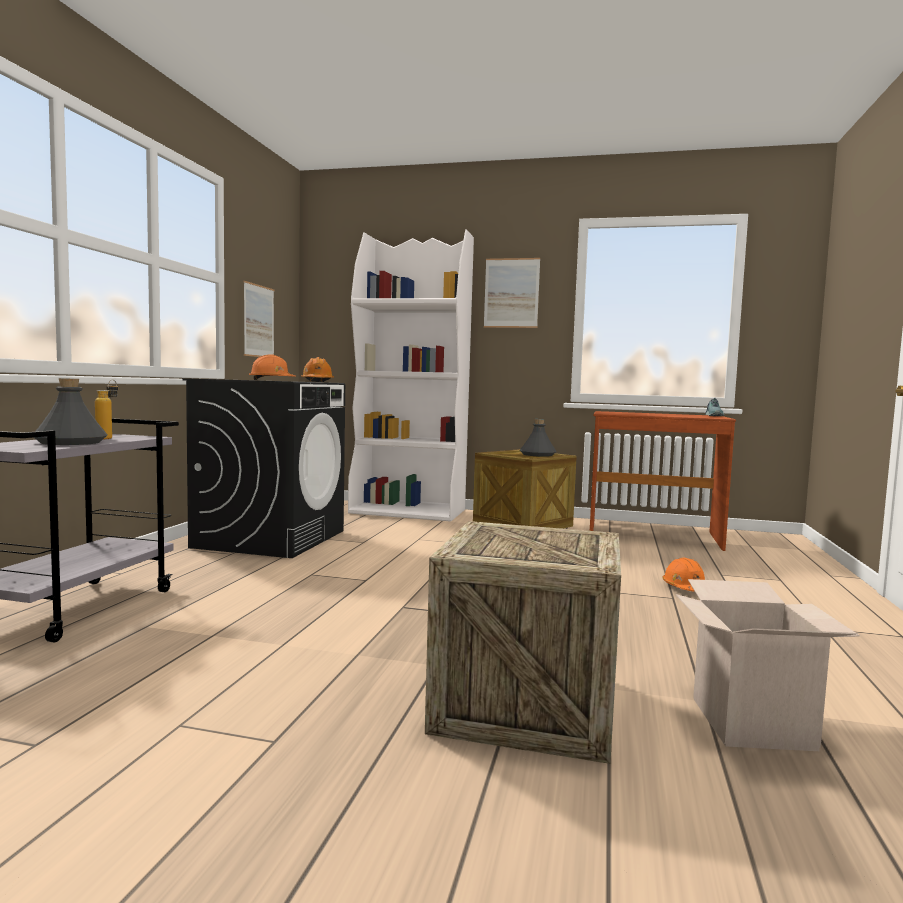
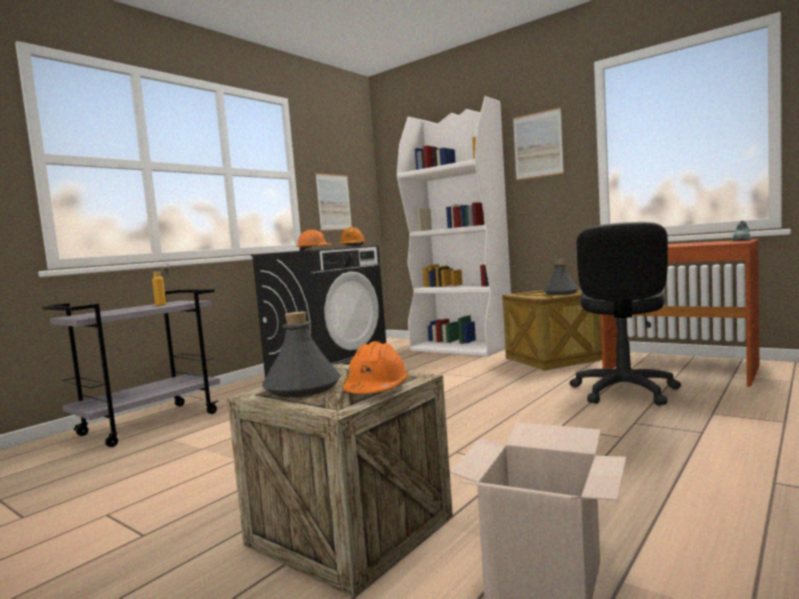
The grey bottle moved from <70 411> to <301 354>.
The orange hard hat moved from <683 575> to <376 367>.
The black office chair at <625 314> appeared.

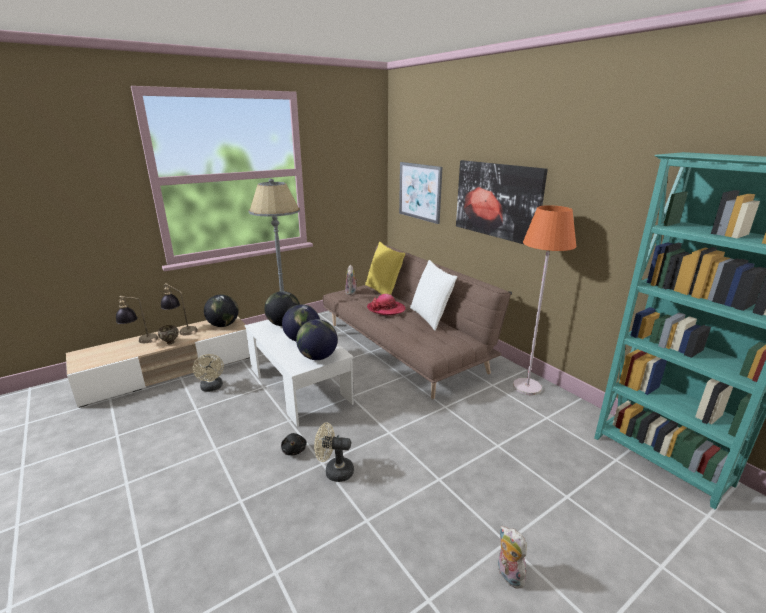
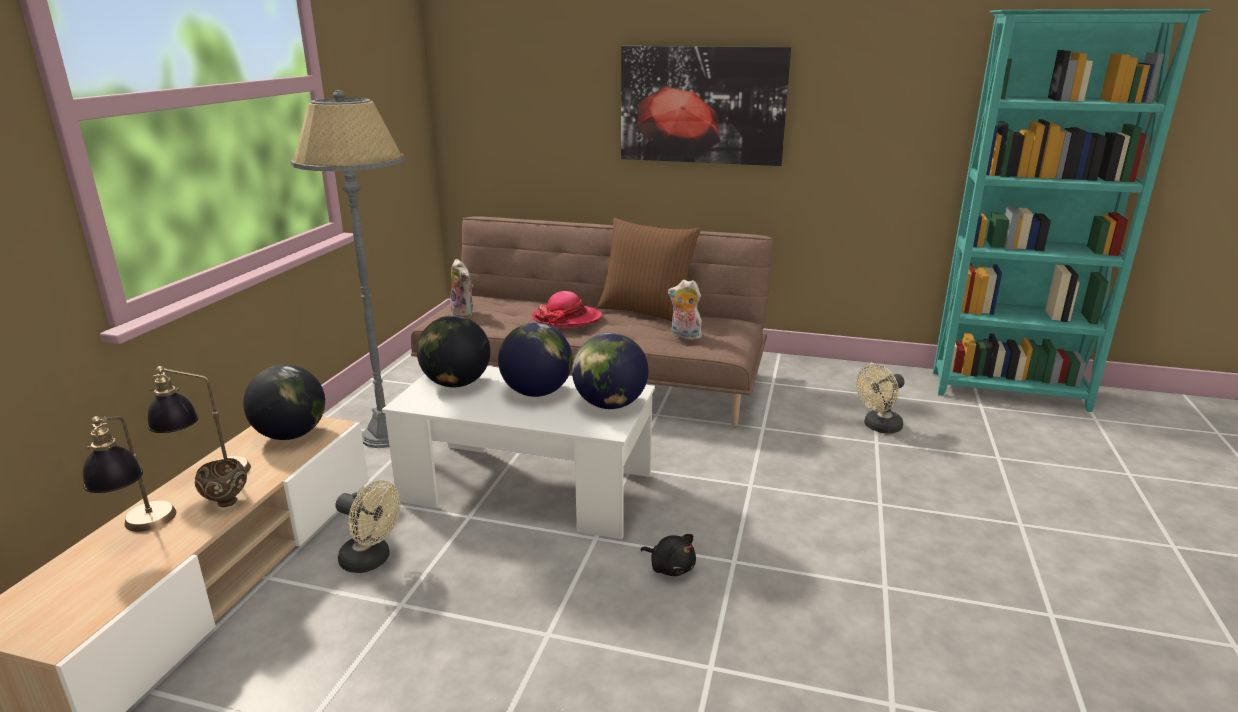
The white pillow at <434 295> became the brown pillow at <649 269>.
The plush toy moved from <512 557> to <685 310>.
The beige fan moved from <334 452> to <880 398>.
The yellow pillow at <385 268> disappeared.
The picture at <420 193> disappeared.
The orange floor lamp at <544 300> disappeared.

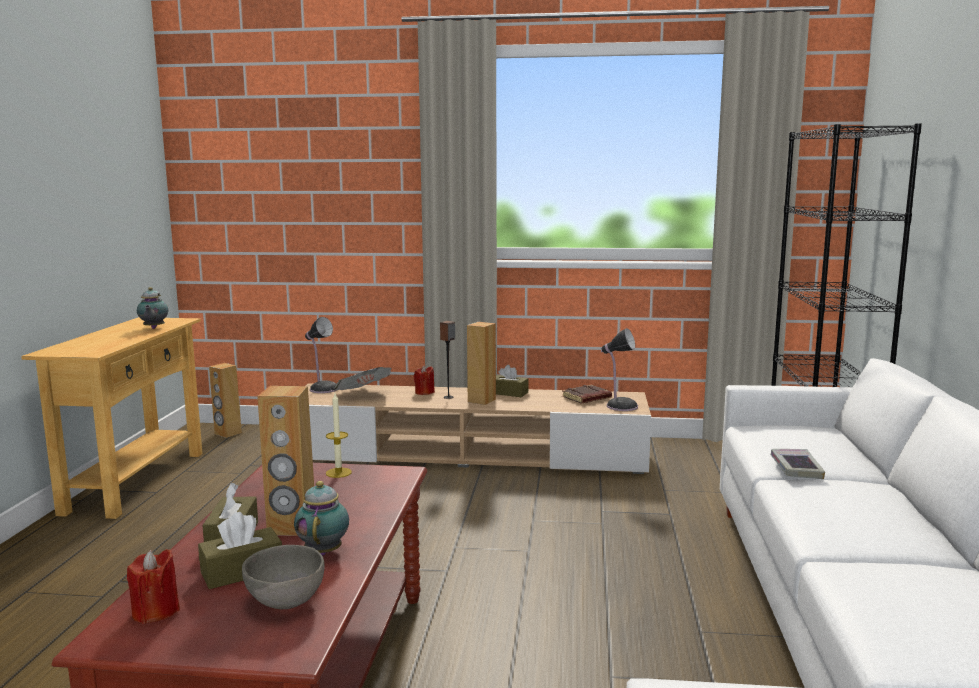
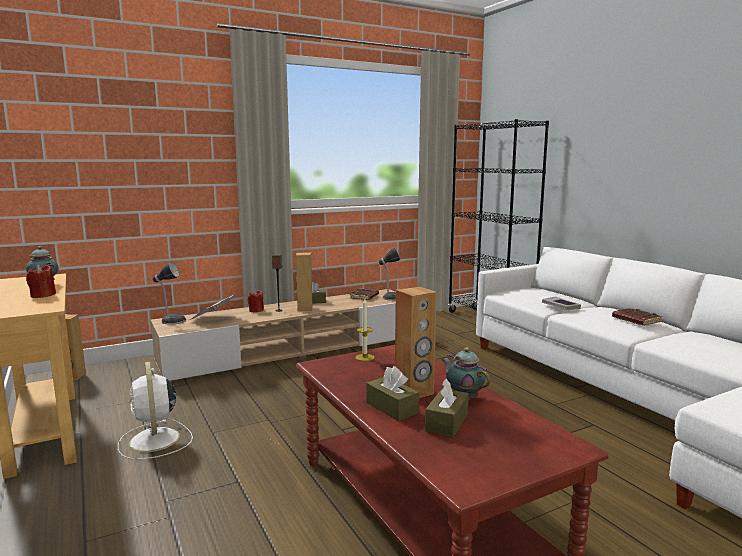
The red candle moved from <153 586> to <41 281>.
The white fan at <155 410> appeared.
The brown book at <637 317> appeared.
The grey bowl at <283 577> disappeared.

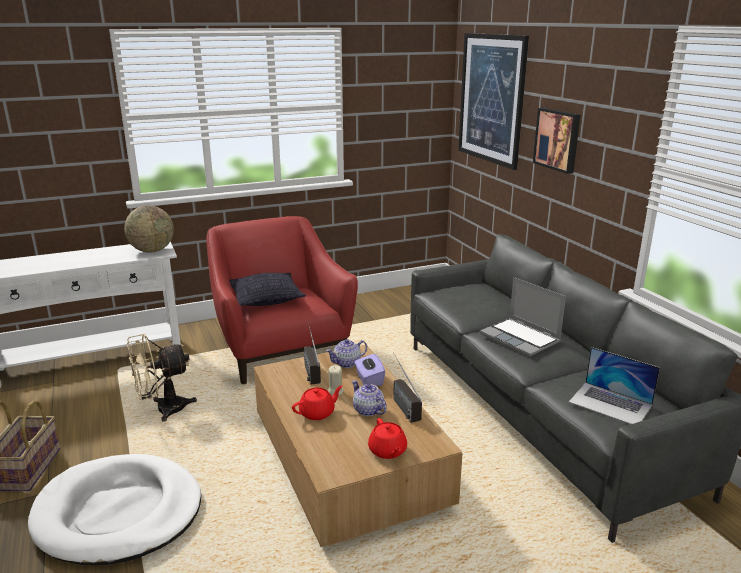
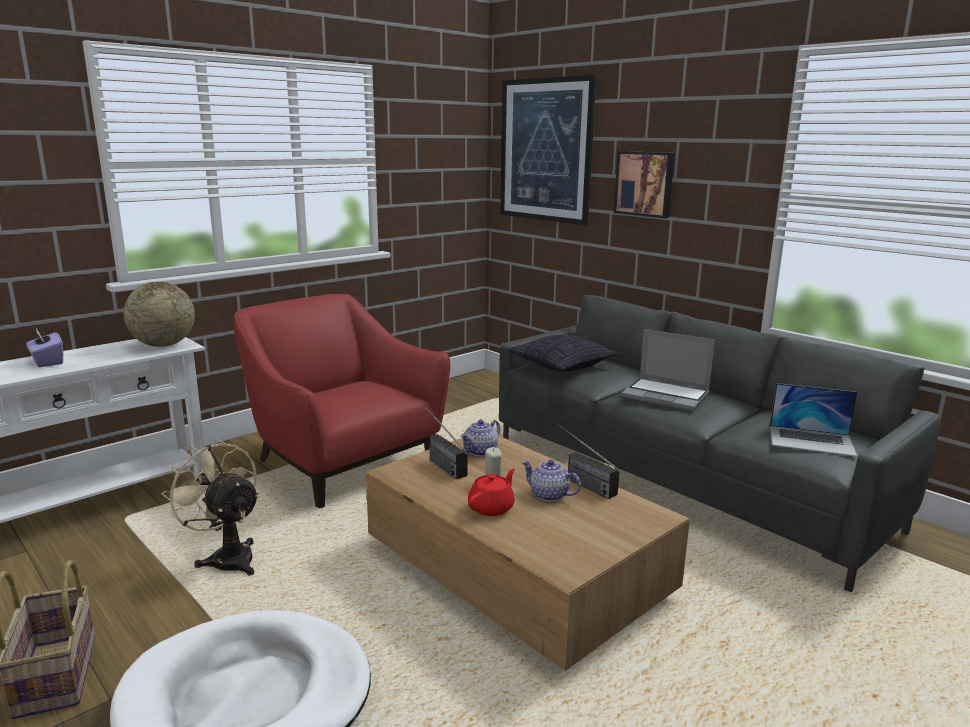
The purple tissue box moved from <369 370> to <44 347>.
The beige fan at <162 378> turned 90 degrees clockwise.
The pillow moved from <267 289> to <563 352>.
The red teapot at <387 438> disappeared.

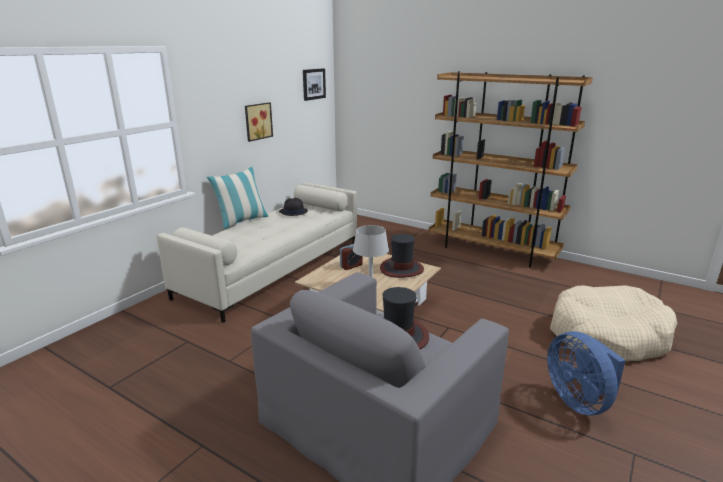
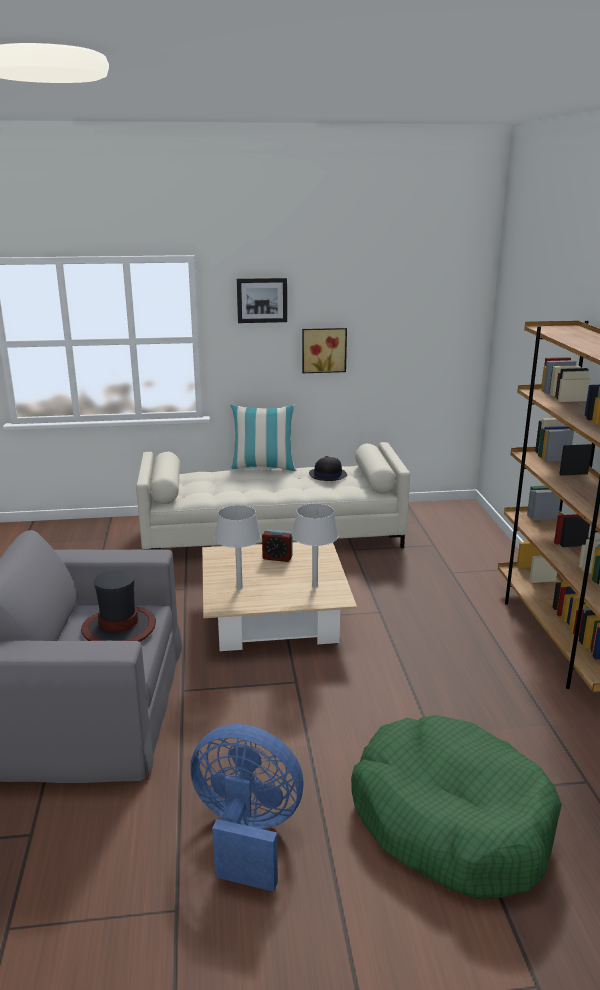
The blue fan at <586 373> turned 75 degrees clockwise.
The picture moved from <314 84> to <262 300>.
The hat at <402 256> was replaced by the grey table lamp at <315 545>.
The beige dog bed at <613 323> became the green dog bed at <456 807>.

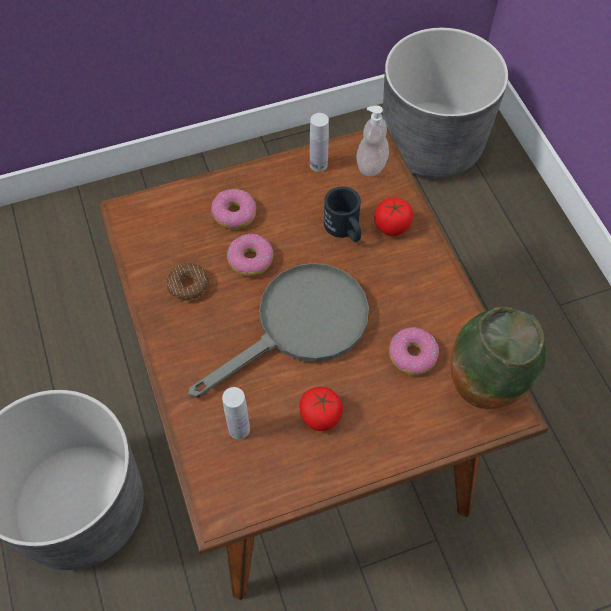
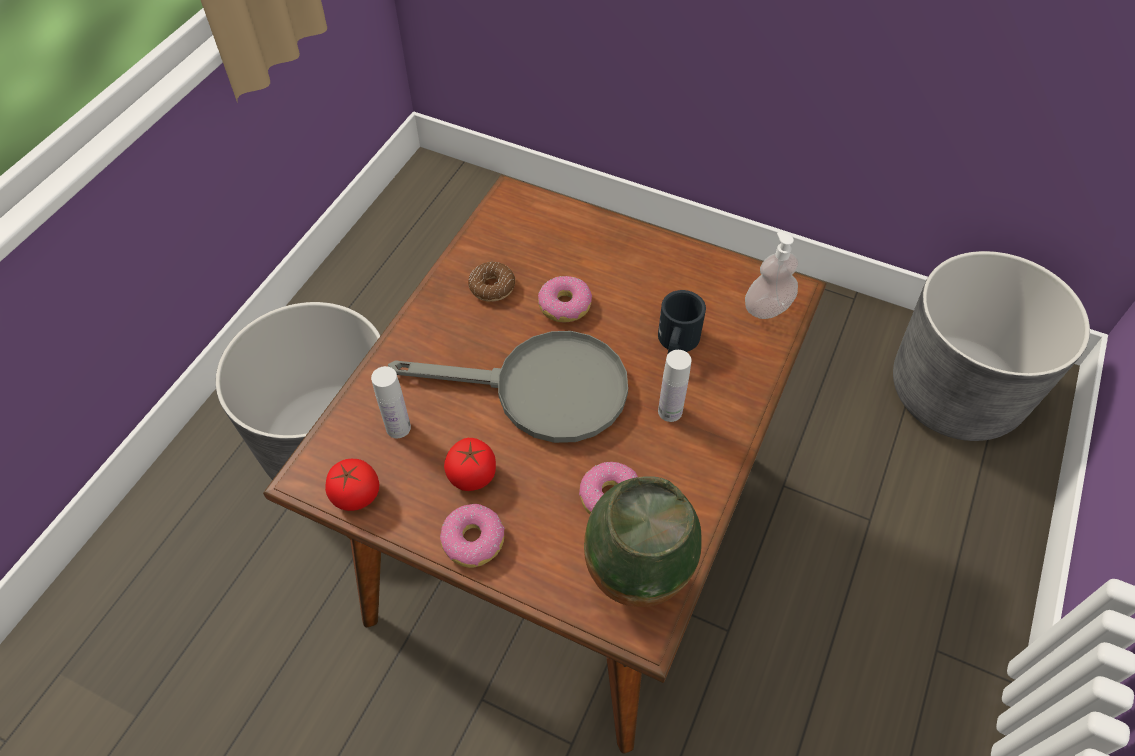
The tomato moved from <393 217> to <352 485>.
The donut moved from <233 209> to <472 536>.
The white bottle moved from <319 142> to <675 386>.

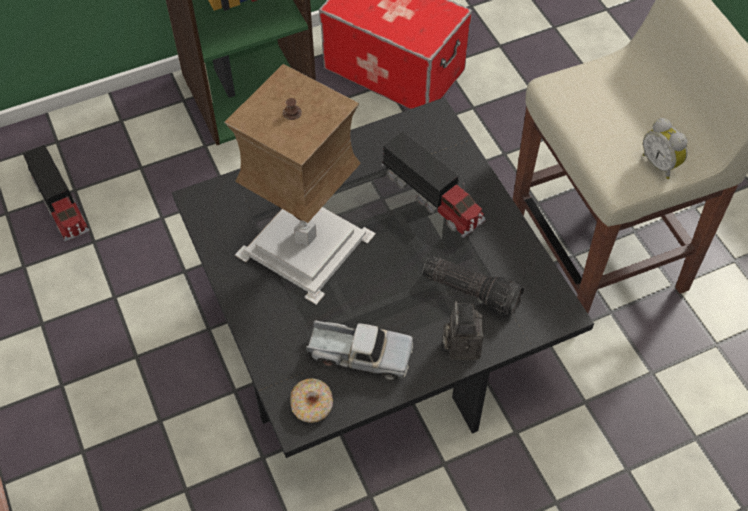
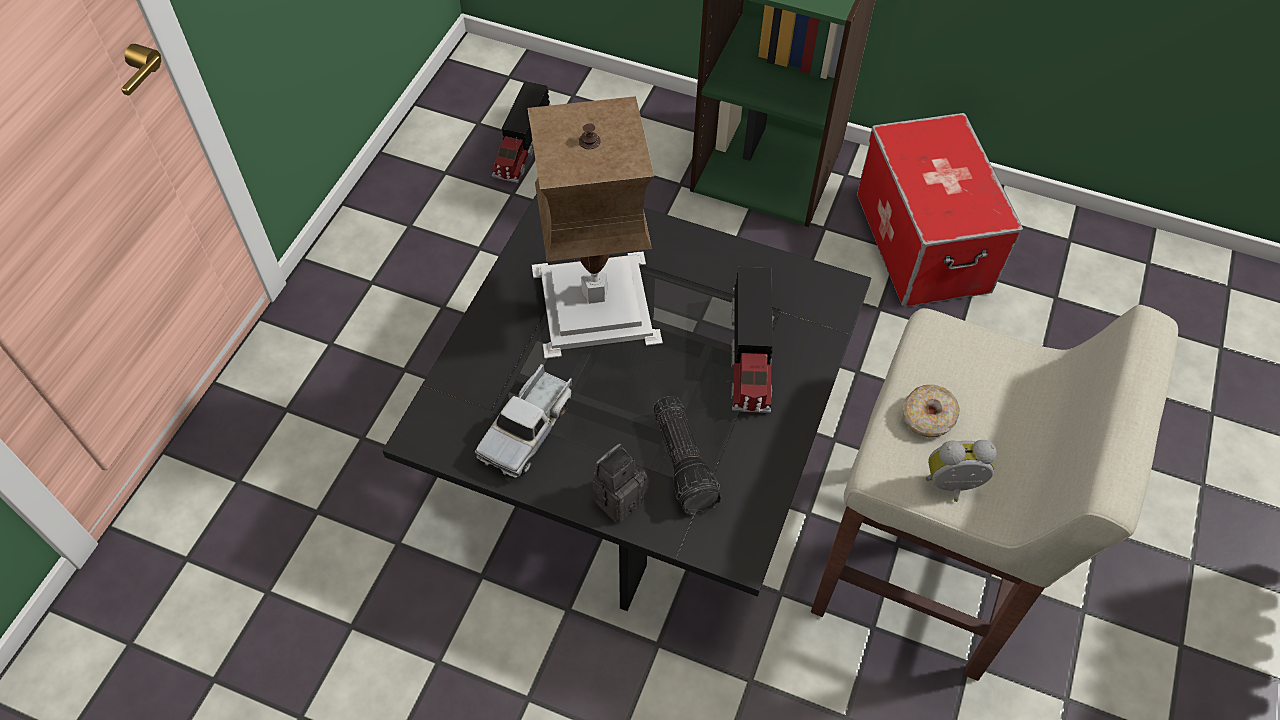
The toy truck at <359 350> turned 60 degrees clockwise.
The donut moved from <311 400> to <931 411>.
The alarm clock at <665 148> turned 75 degrees clockwise.

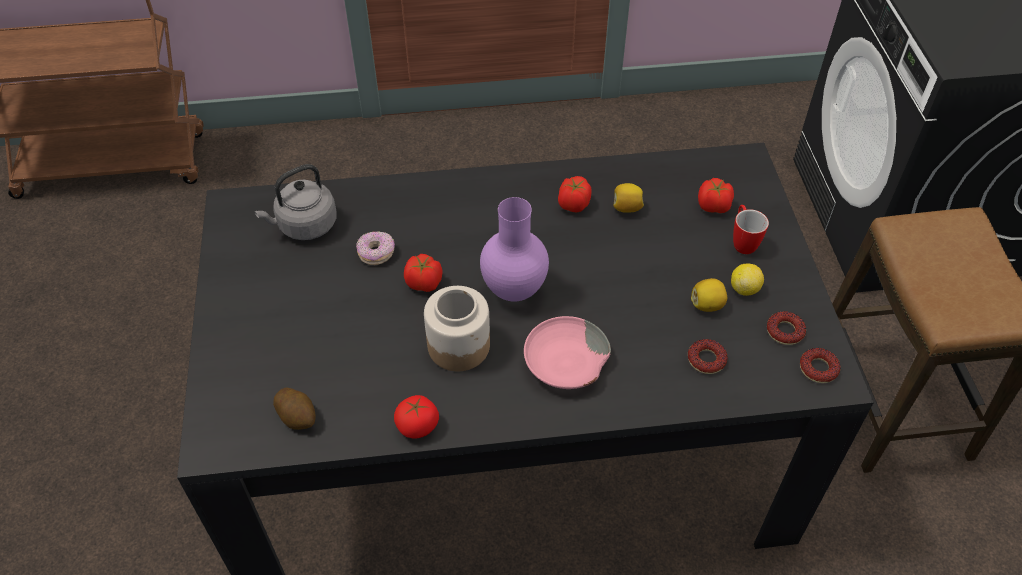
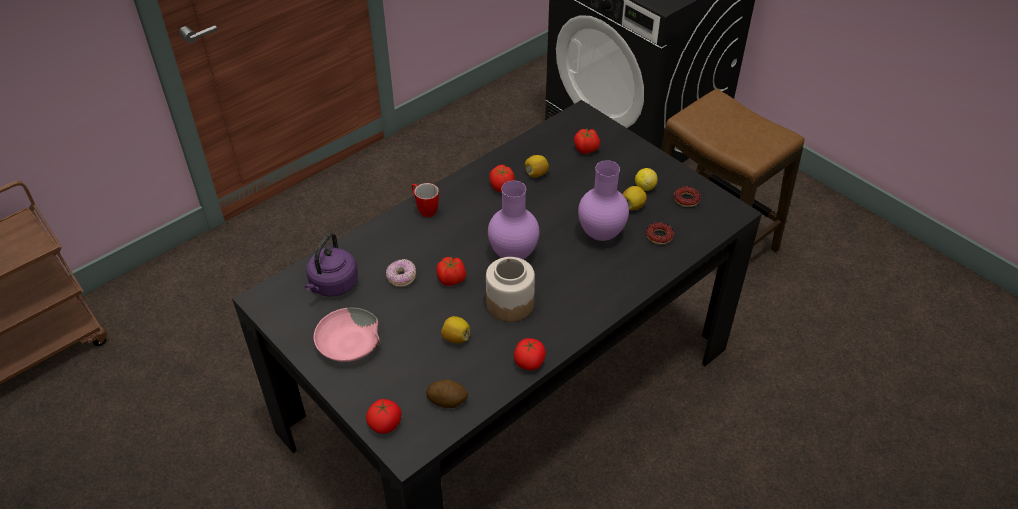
The grey kettle at <295 202> became the purple kettle at <331 264>.
The pink bowl moved from <567 352> to <347 335>.
The tomato at <384 416> appeared.
The mug moved from <751 229> to <425 200>.
The lemon at <455 329> appeared.
The purple vase at <603 200> appeared.
The donut at <820 365> disappeared.

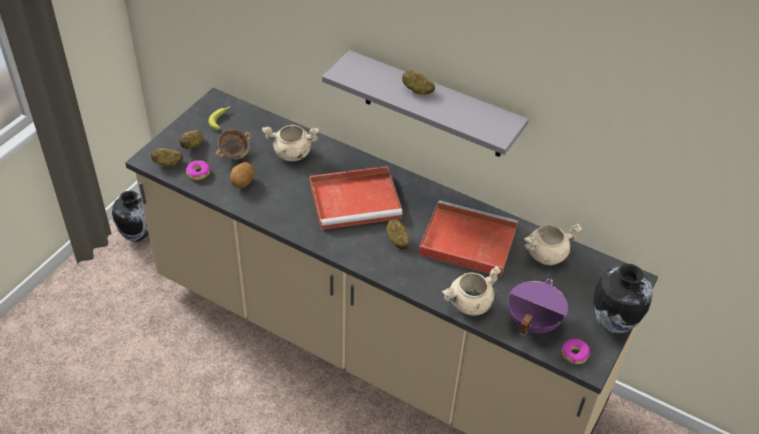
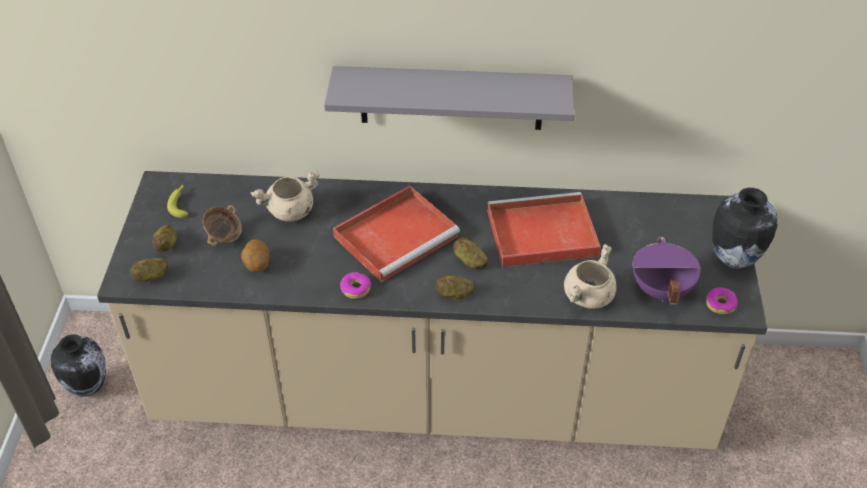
The donut moved from <198 170> to <355 285>.
The potato moved from <418 82> to <455 287>.
The beige cooking pot at <553 244> disappeared.

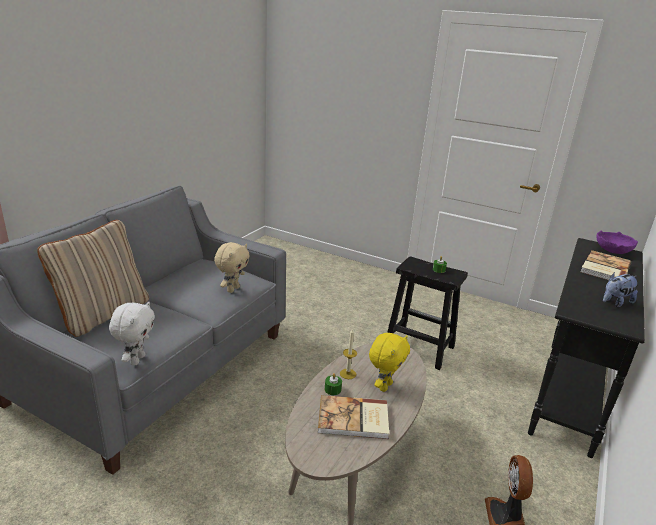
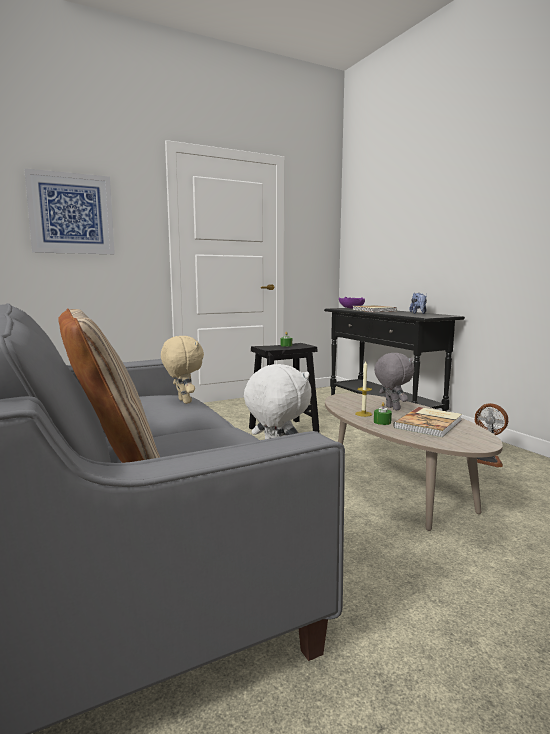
The picture at <69 211> appeared.
The yellow plush toy at <389 362> became the grey plush toy at <394 381>.

